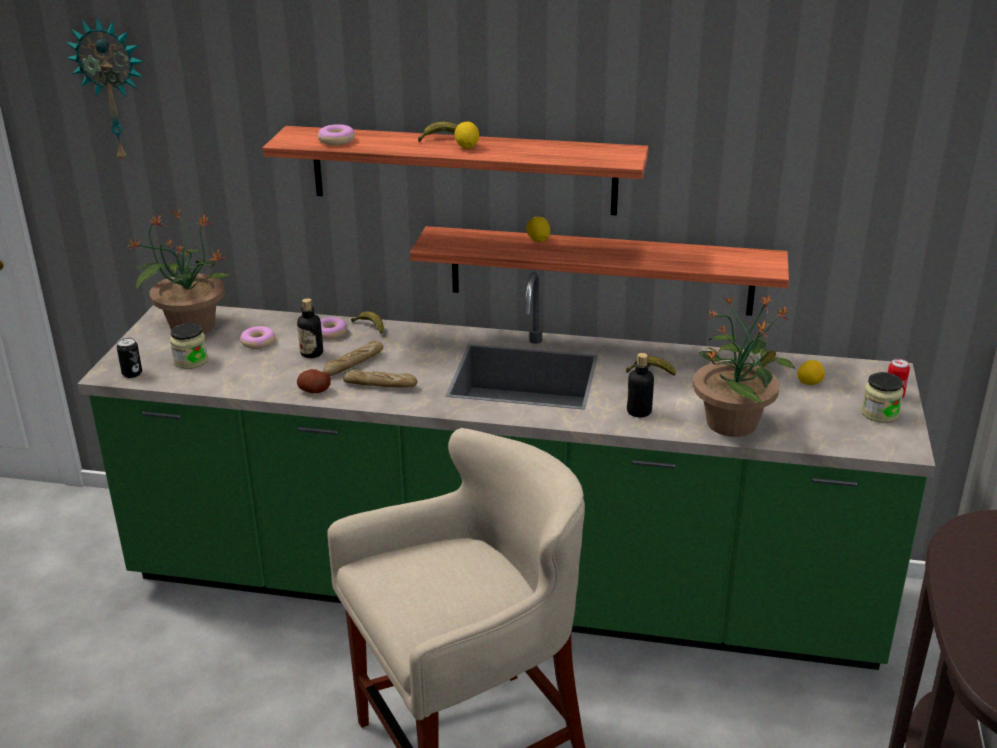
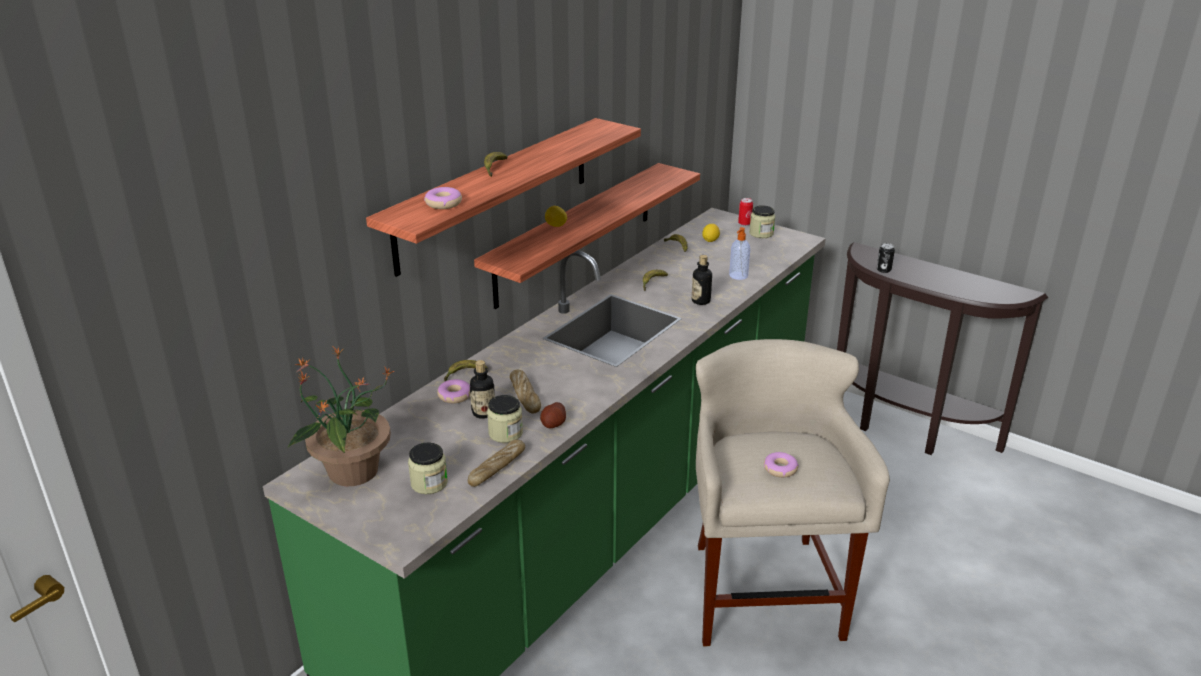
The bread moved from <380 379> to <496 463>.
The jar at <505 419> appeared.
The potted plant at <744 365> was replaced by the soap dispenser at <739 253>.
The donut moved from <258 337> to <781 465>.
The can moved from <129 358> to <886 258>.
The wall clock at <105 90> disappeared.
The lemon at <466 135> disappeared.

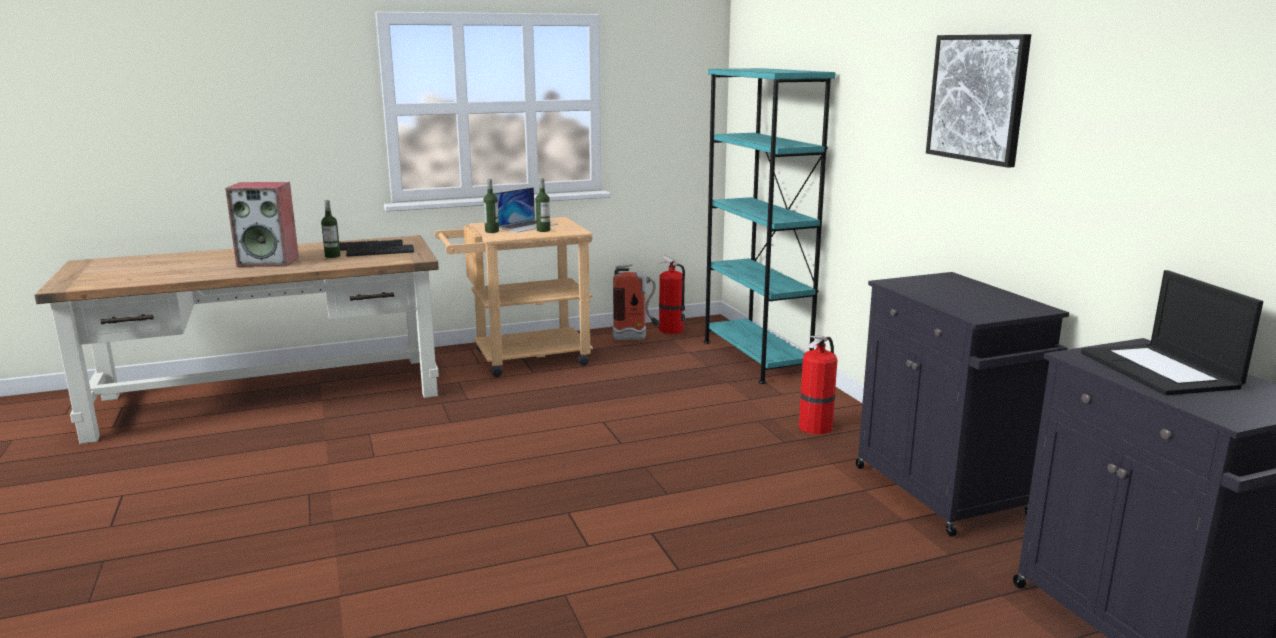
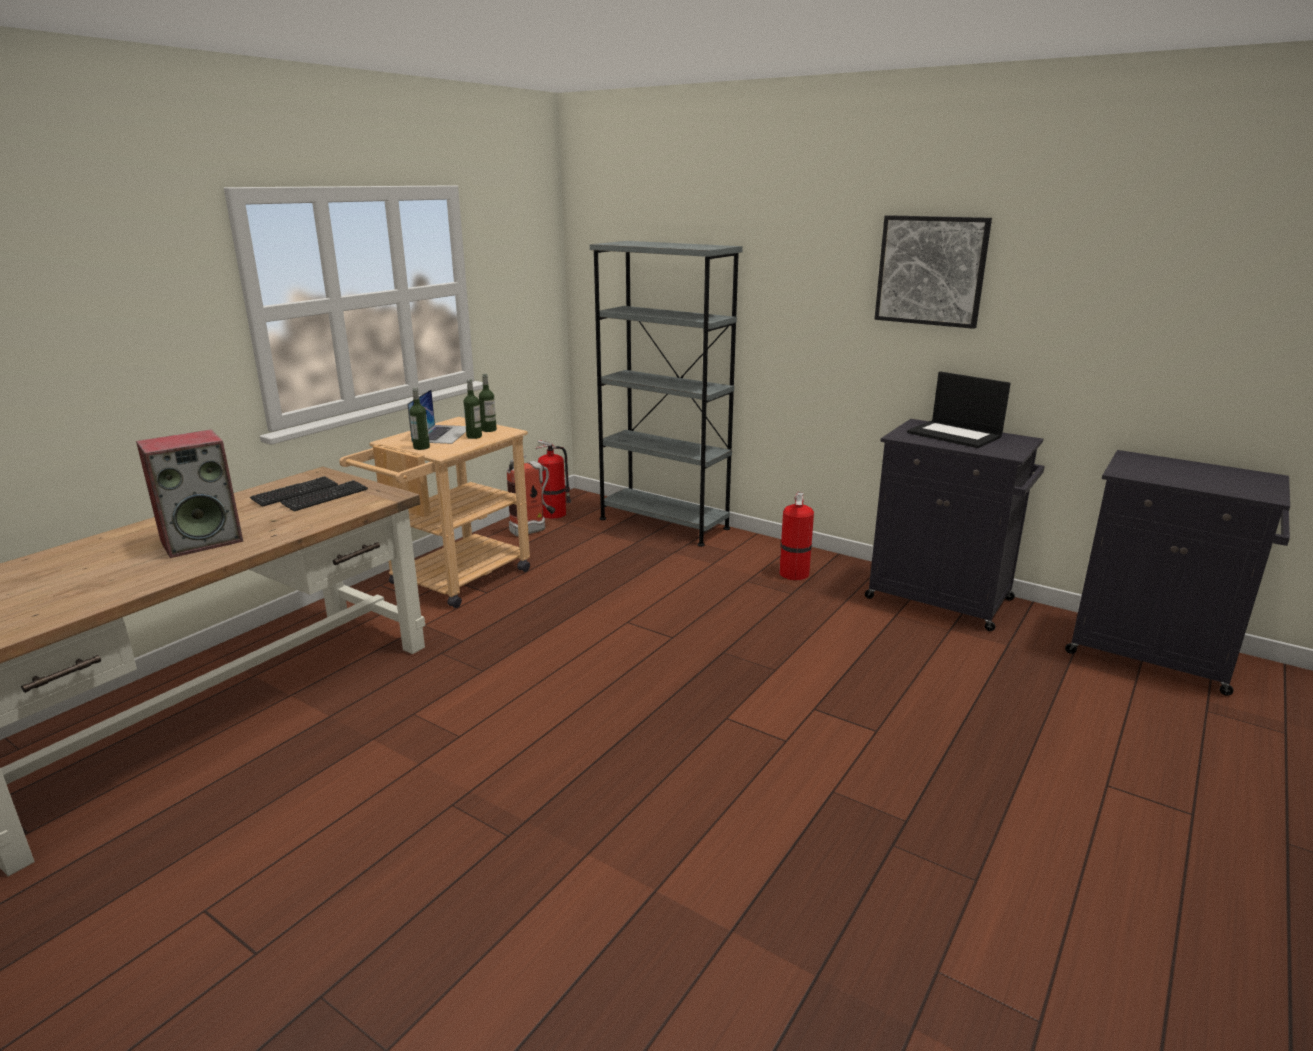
The bottle moved from <330 229> to <488 403>.
The turquoise bookcase at <770 226> became the grey bookcase at <666 394>.
The laptop moved from <1172 332> to <959 410>.

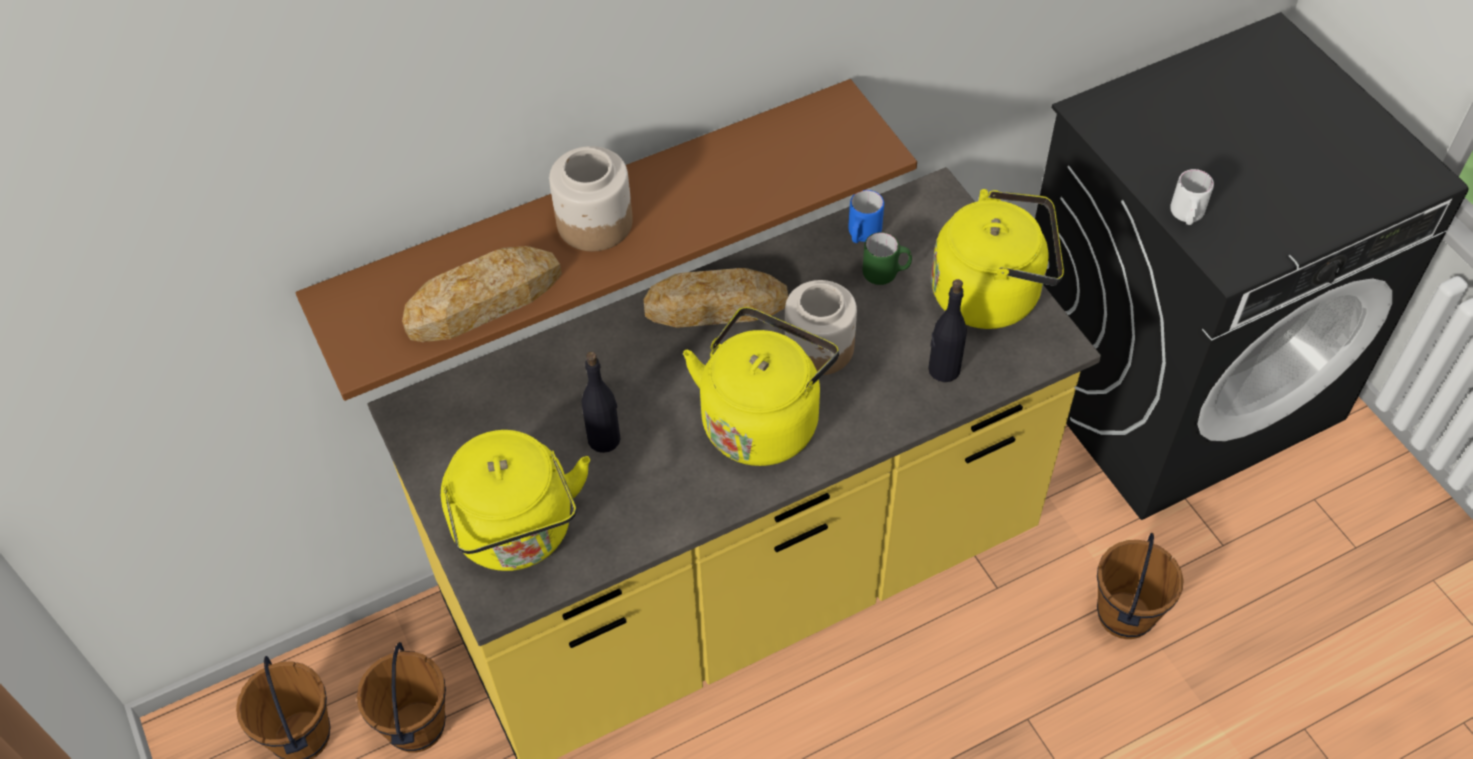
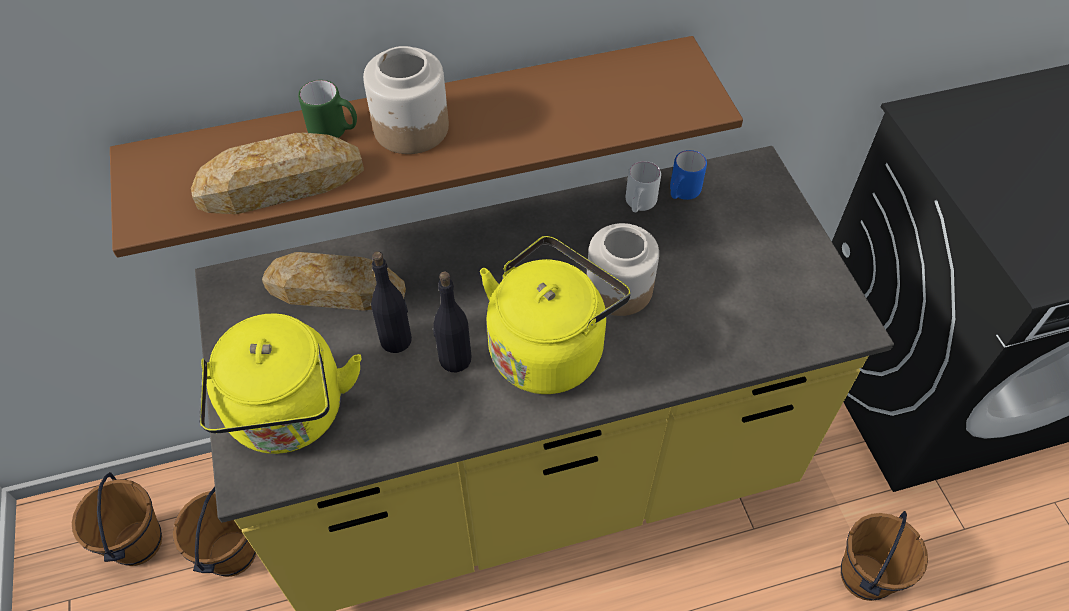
The bread moved from <716 298> to <334 281>.
The green mug moved from <887 258> to <327 109>.
The black bottle moved from <947 330> to <452 322>.
The white mug moved from <1192 197> to <643 186>.
The yellow kettle at <997 259> disappeared.

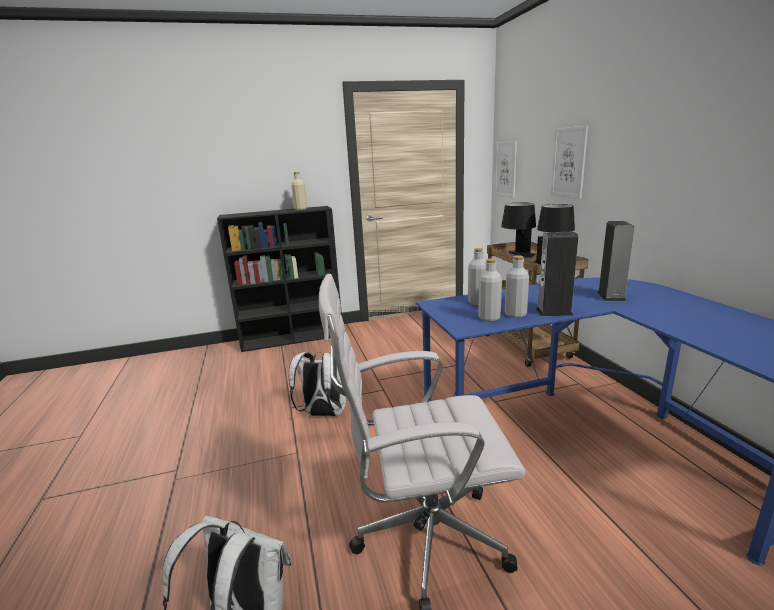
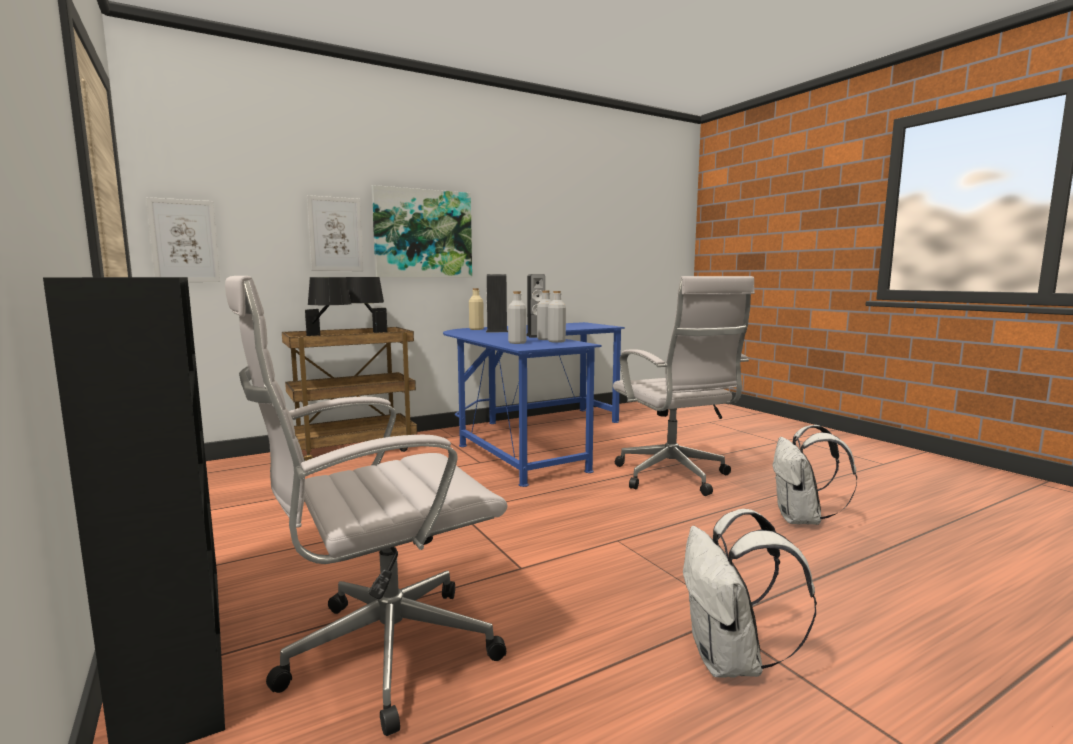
The white office chair at <366 506> appeared.
The picture at <422 231> appeared.
The beige bottle moved from <299 191> to <476 309>.
The white backpack moved from <317 384> to <750 593>.

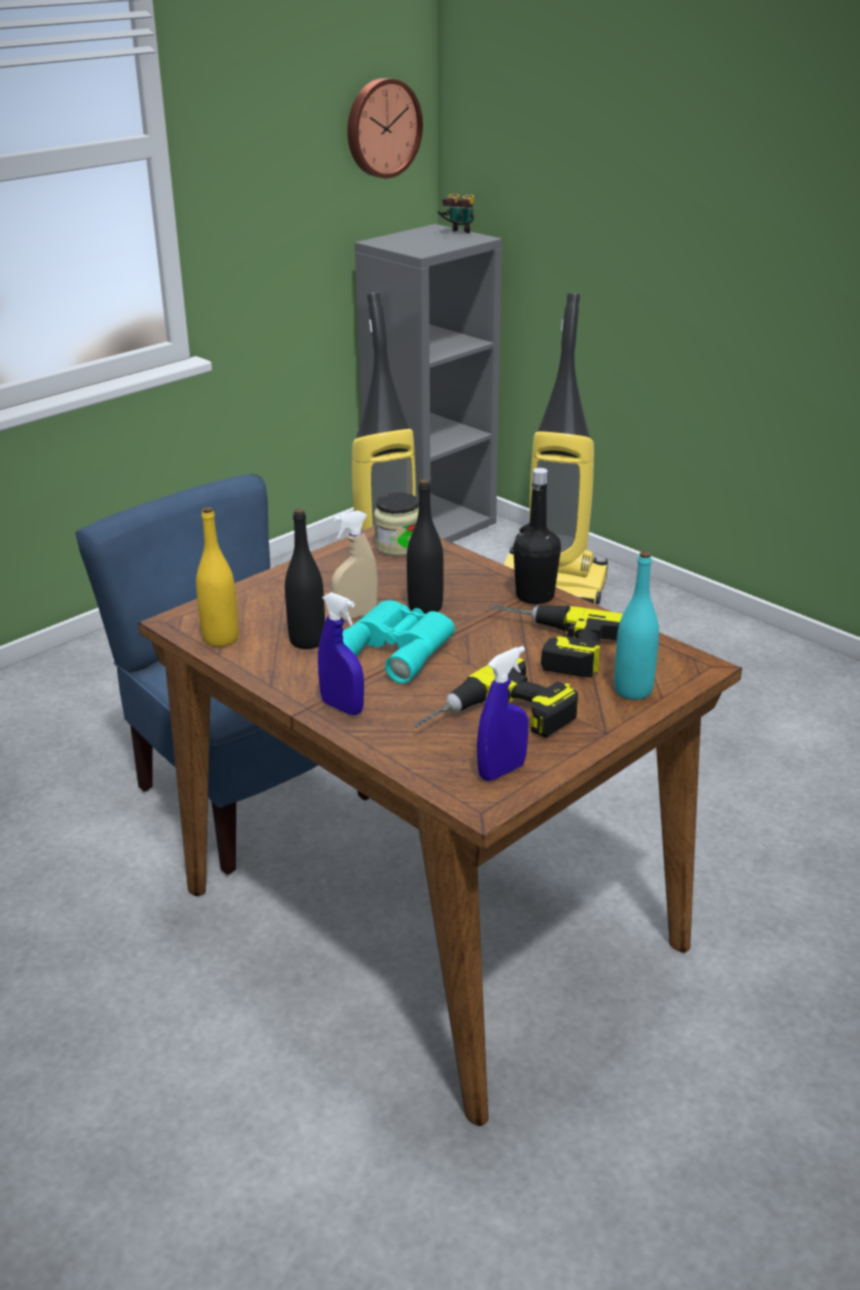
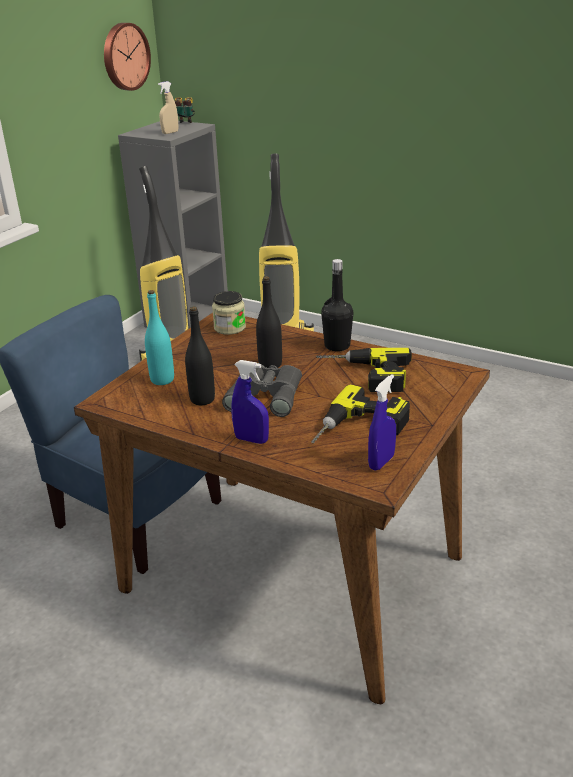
The turquoise bottle moved from <636 625> to <159 337>.
The beige spray bottle moved from <354 565> to <168 107>.
The turquoise binoculars at <398 642> became the grey binoculars at <262 390>.
The yellow bottle at <217 577> disappeared.

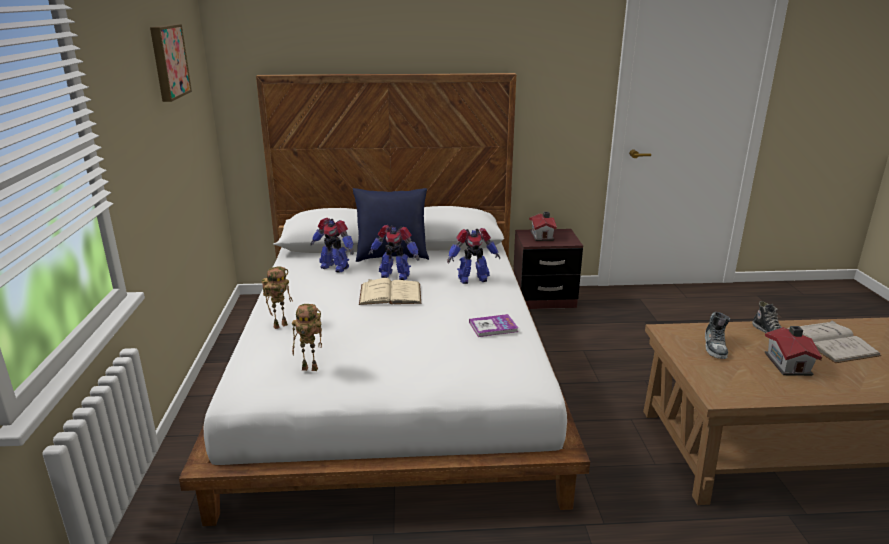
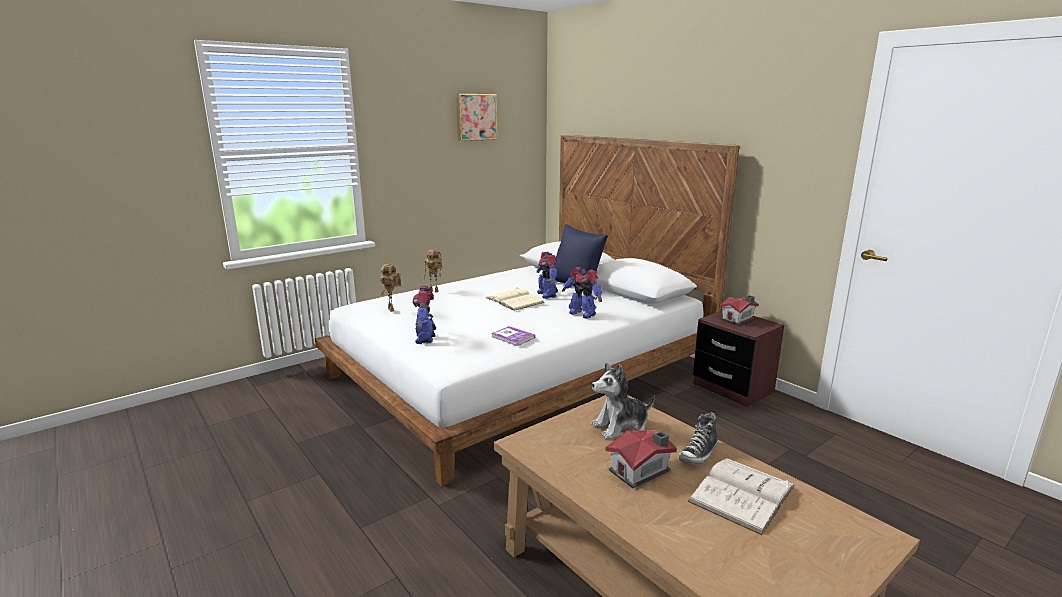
The toy robot moved from <332 245> to <424 315>.
The shoe at <717 335> was replaced by the plush toy at <623 401>.

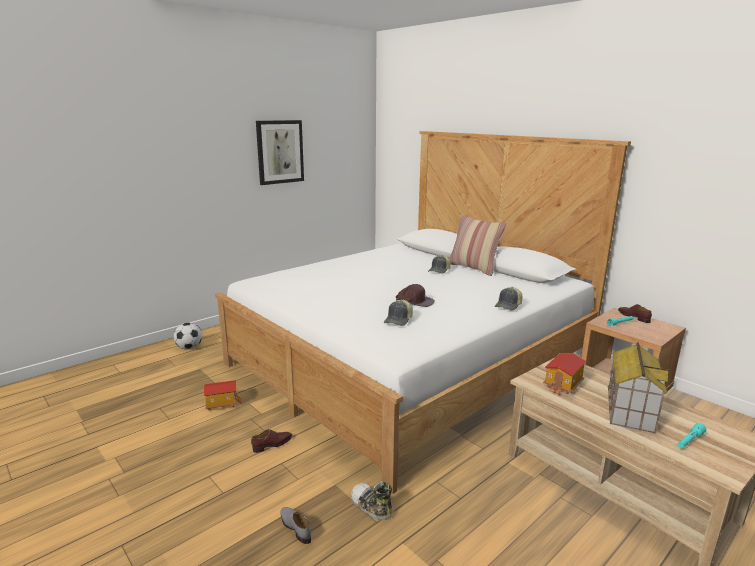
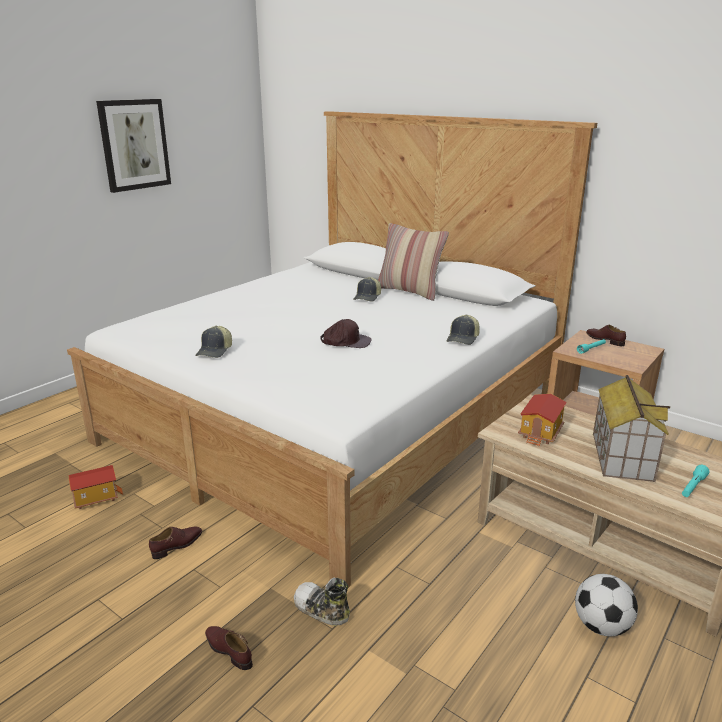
The cap moved from <398 312> to <213 342>.
The grey shoe at <295 525> became the brown shoe at <229 648>.
The football moved from <188 336> to <606 605>.

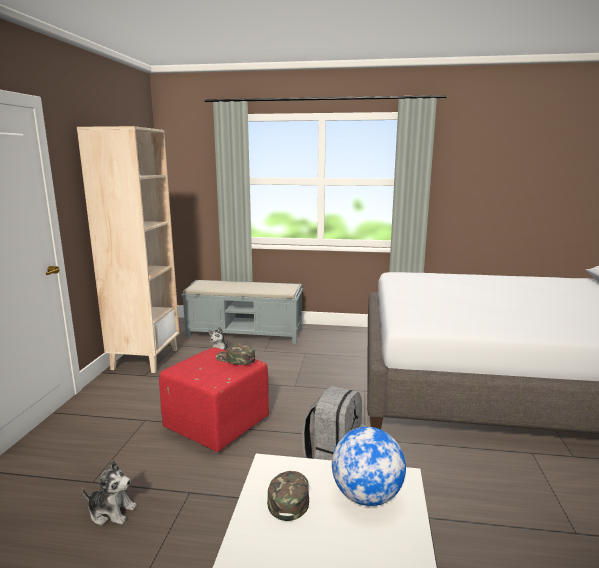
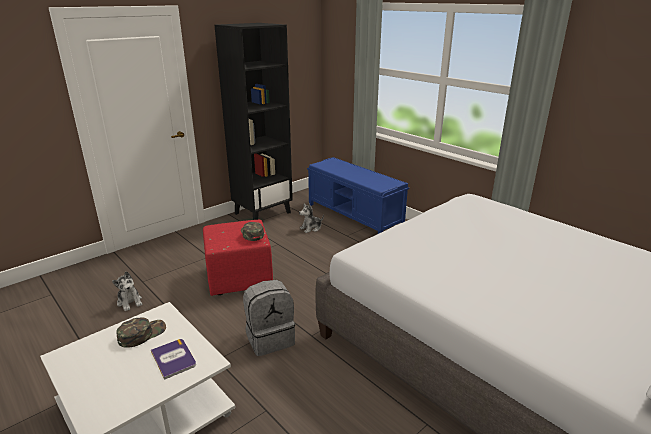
The globe at <369 466> was replaced by the book at <173 359>.
The beige bookcase at <128 249> became the black bookcase at <253 121>.
The grey bench at <242 312> became the blue bench at <358 195>.

